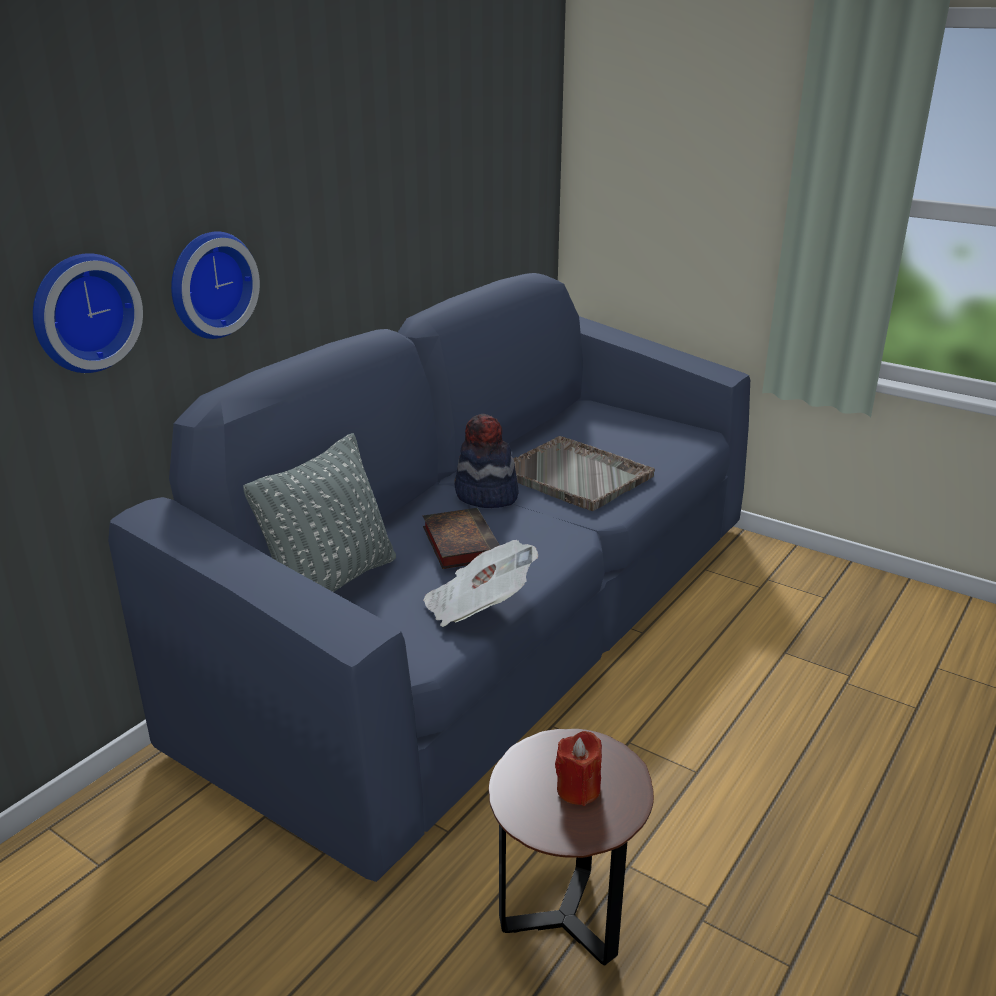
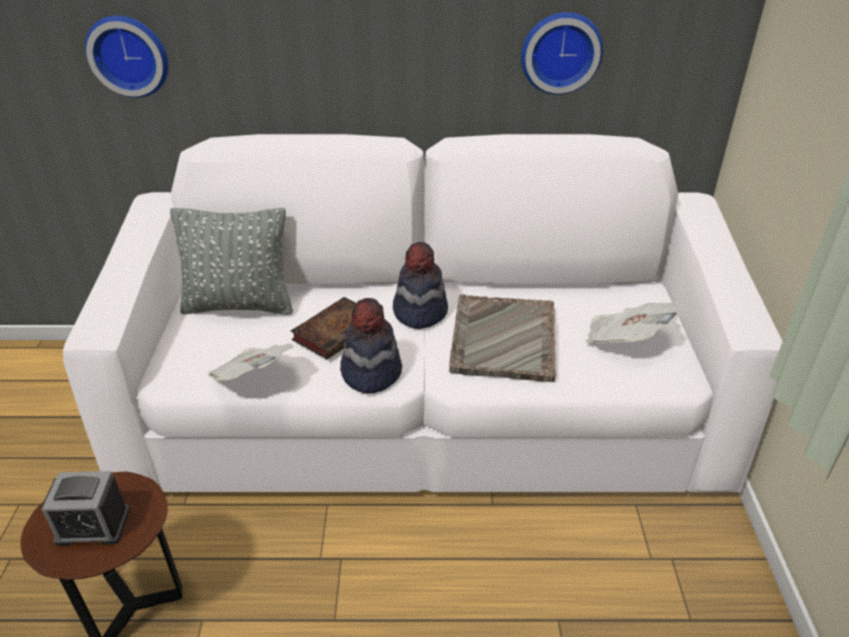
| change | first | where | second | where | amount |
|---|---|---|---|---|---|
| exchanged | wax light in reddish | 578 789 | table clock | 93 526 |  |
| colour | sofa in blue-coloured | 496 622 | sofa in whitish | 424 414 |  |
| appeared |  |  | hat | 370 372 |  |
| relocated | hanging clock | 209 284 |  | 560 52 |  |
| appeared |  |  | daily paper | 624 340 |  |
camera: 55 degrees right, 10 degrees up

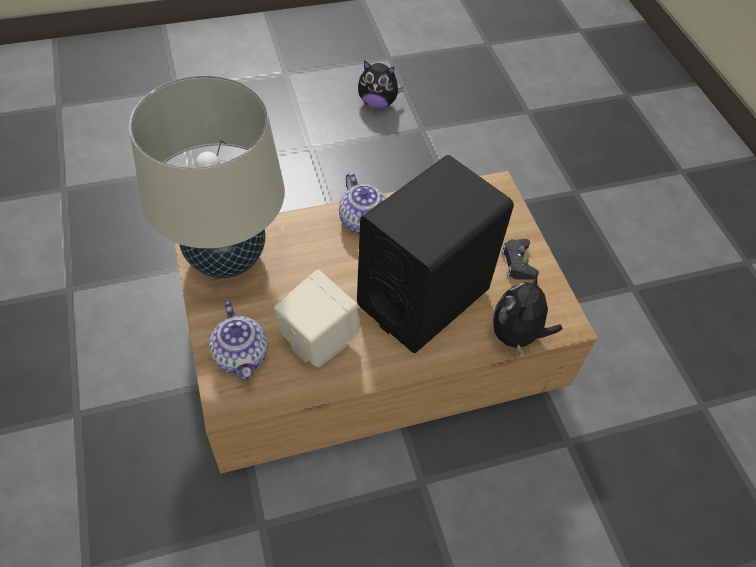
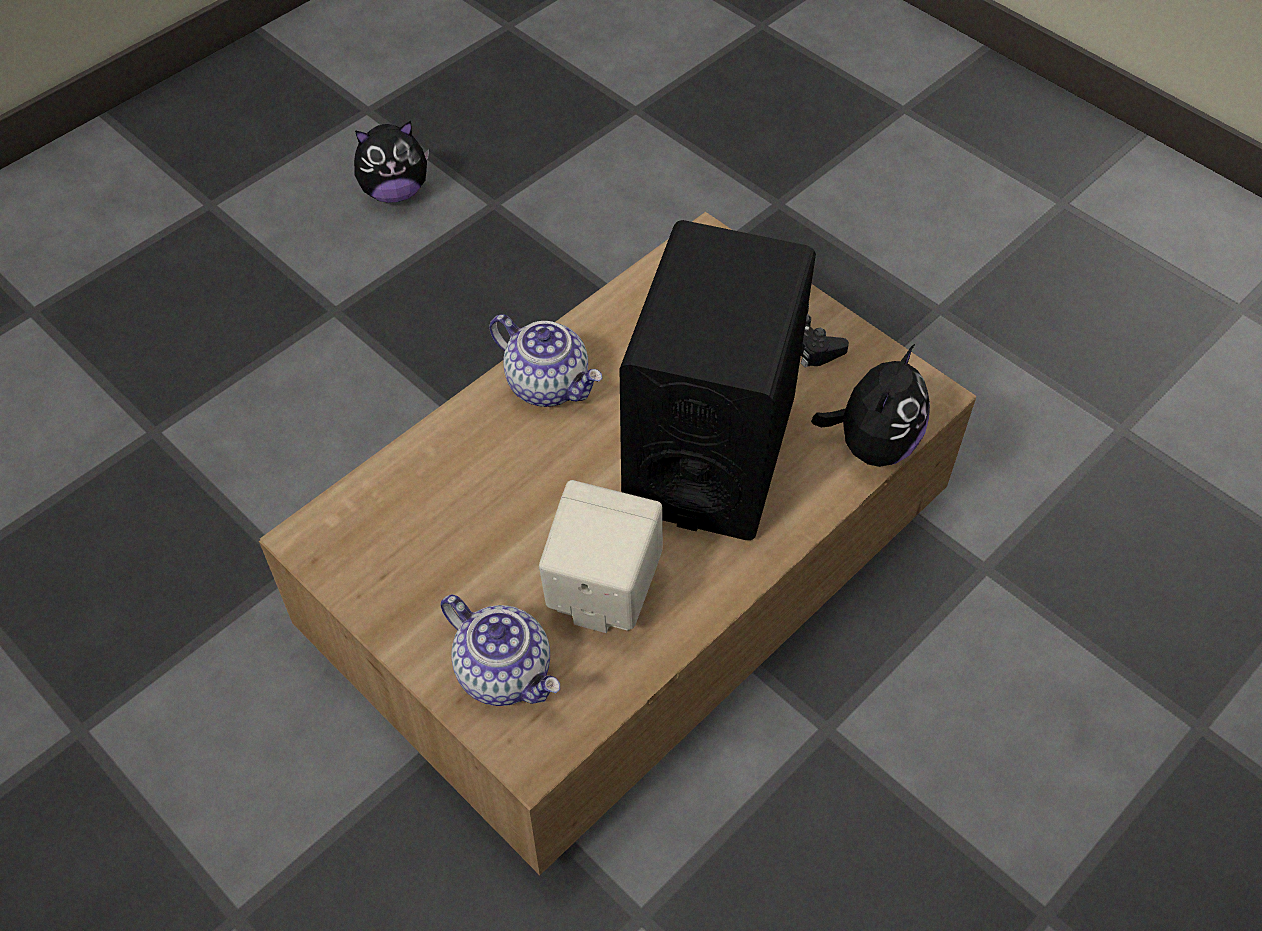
| change | first | where | second | where | amount |
|---|---|---|---|---|---|
| spun | soft toy | 517 335 |  | 872 444 | 150 degrees counterclockwise |
| missing | lamp for a table in beige-coloured | 226 257 |  |  |  |
camera: 25 degrees left, 0 degrees up

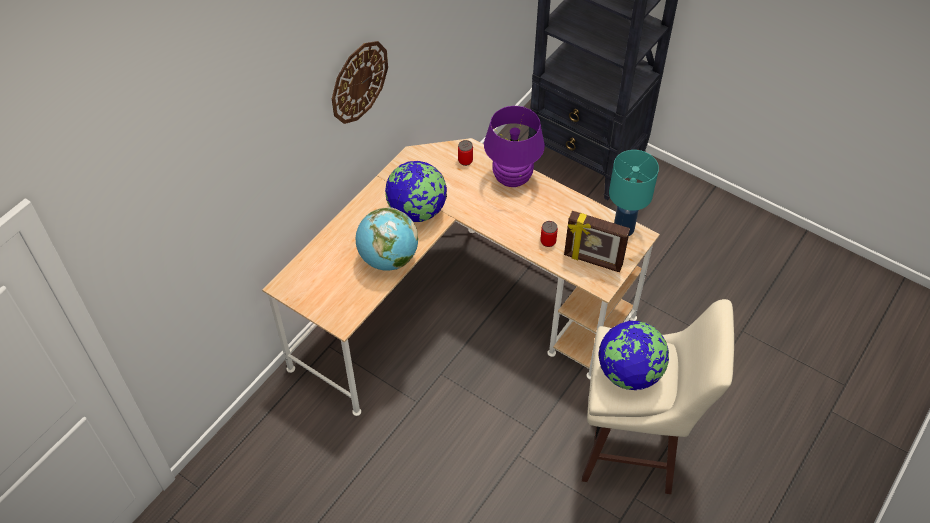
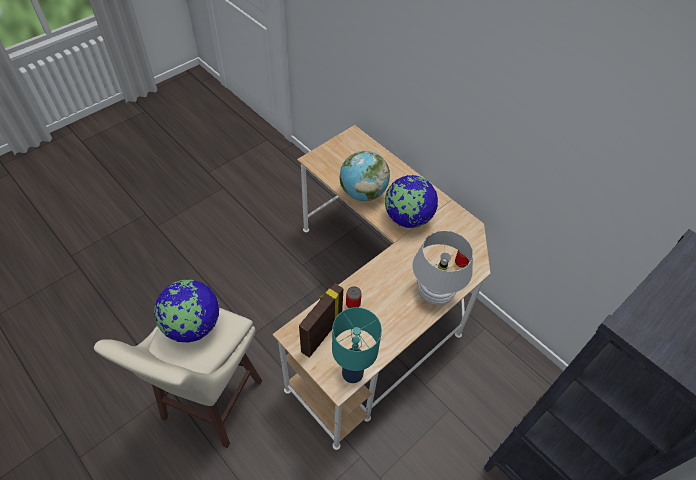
| change | first | where | second | where | amount |
|---|---|---|---|---|---|
| colour | lamp for a table in purple | 512 178 | lamp for a table in whitish | 434 293 |  |
| missing | hanging clock | 359 82 |  |  |  |
camera: 100 degrees right, 0 degrees up

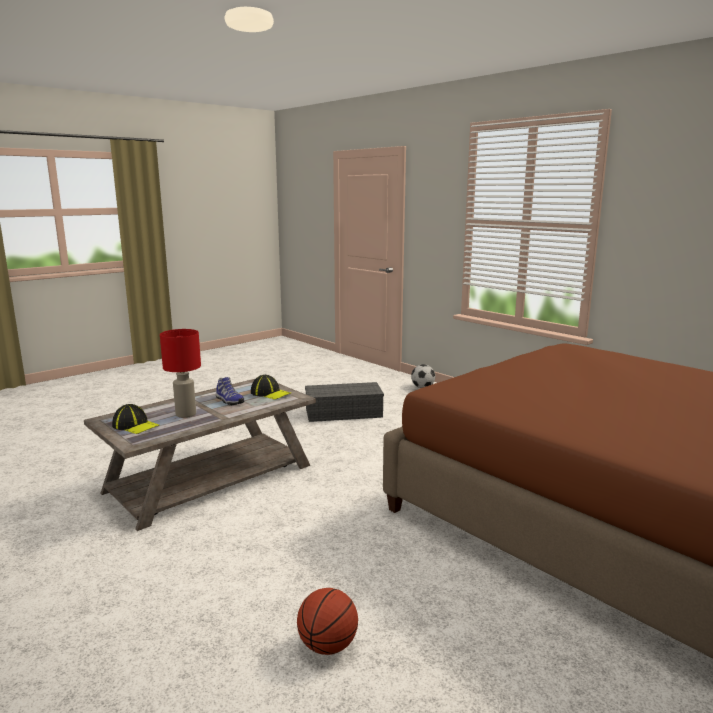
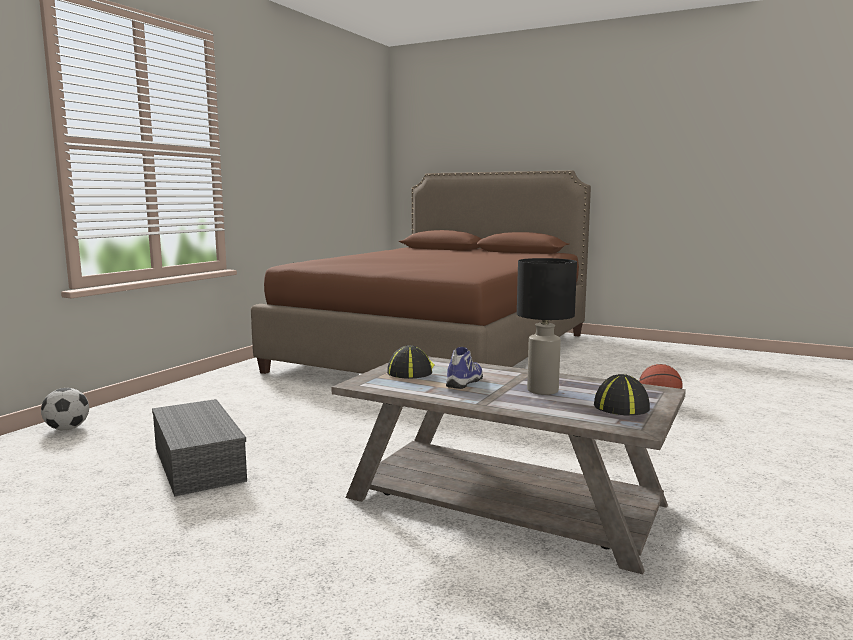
| change | first | where | second | where | amount |
|---|---|---|---|---|---|
| colour | lamp for a table in reddish | 186 414 | lamp for a table in black-coloured | 541 390 |  |
camera: 110 degrees left, 5 degrees down

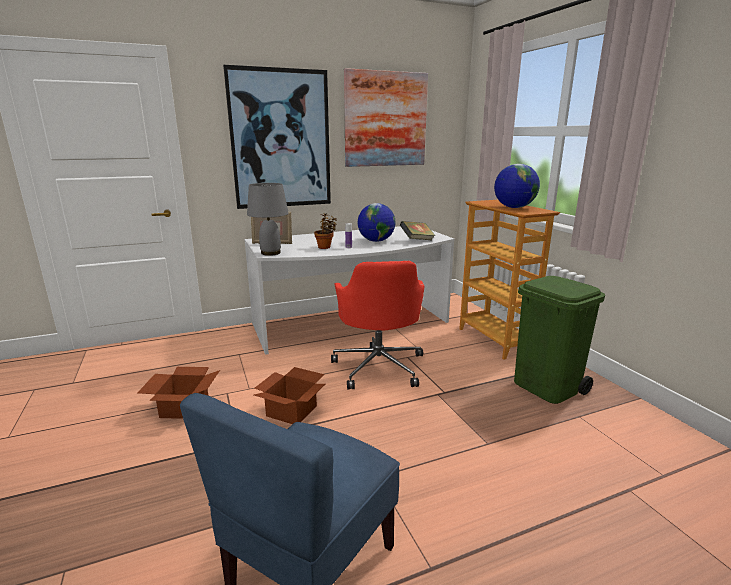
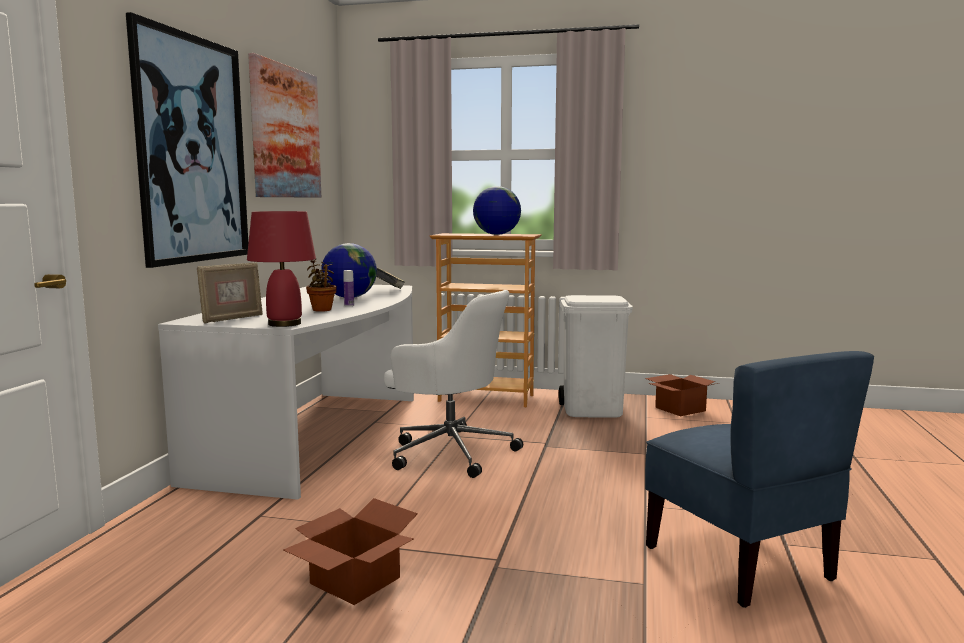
| change | first | where | second | where | amount |
|---|---|---|---|---|---|
| colour | lamp for a table in grey | 271 253 | lamp for a table in reddish | 285 324 |  |
| colour | computer chair in reddish | 379 366 | computer chair in whitish | 450 452 |  |
| colour | waste bin in greenish | 547 387 | waste bin in whitish | 593 410 |  |
| relocated | packing box | 293 410 |  | 680 409 |  |
camera: 55 degrees left, 10 degrees down

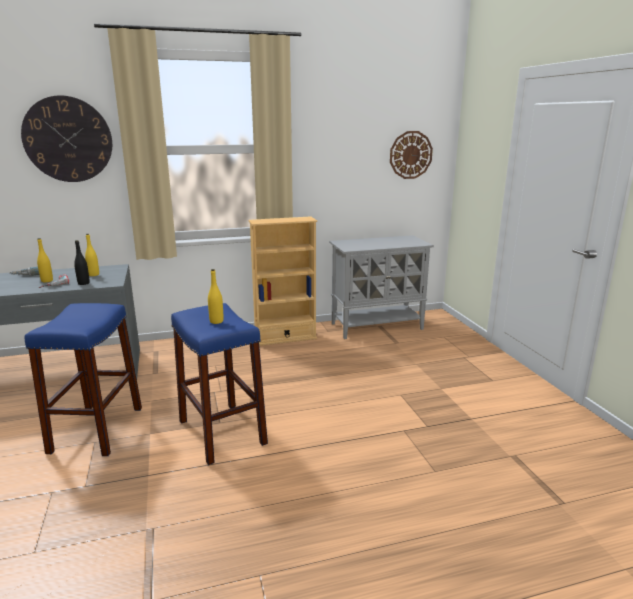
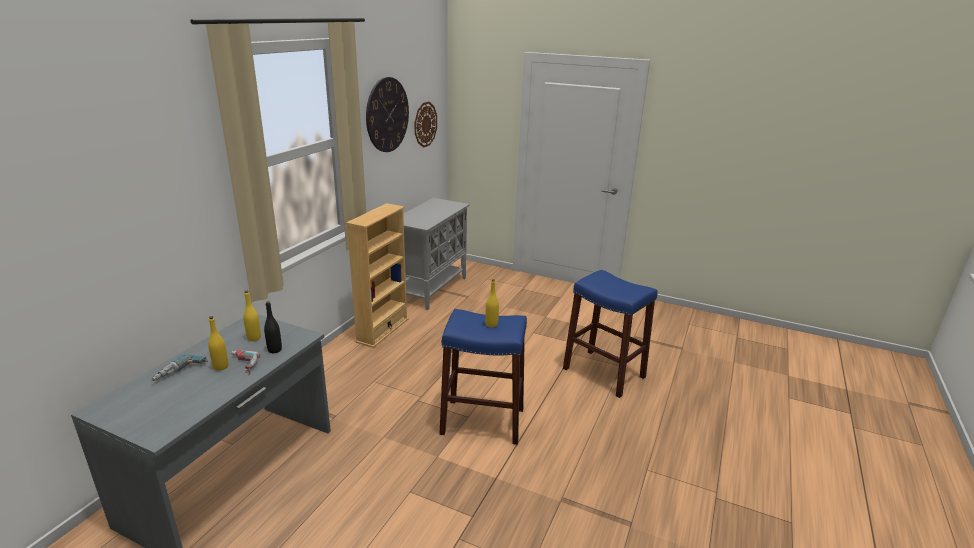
| change | first | where | second | where | amount |
|---|---|---|---|---|---|
| relocated | hanging clock | 68 139 |  | 387 115 |  |
| relocated | stool in blue-coloured | 97 429 |  | 604 373 |  |
camera: 50 degrees left, 5 degrees up

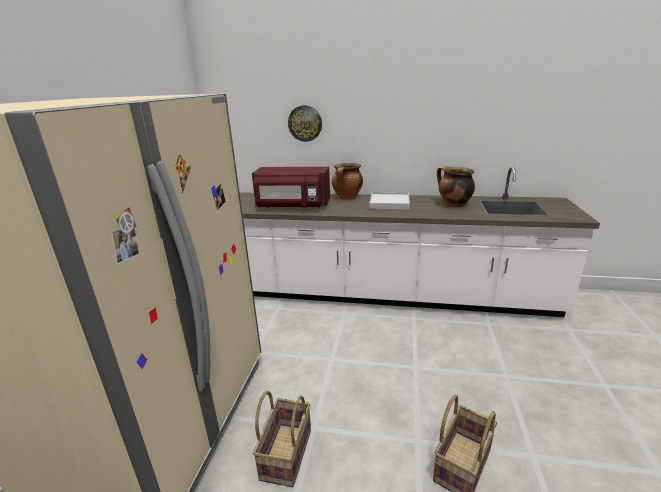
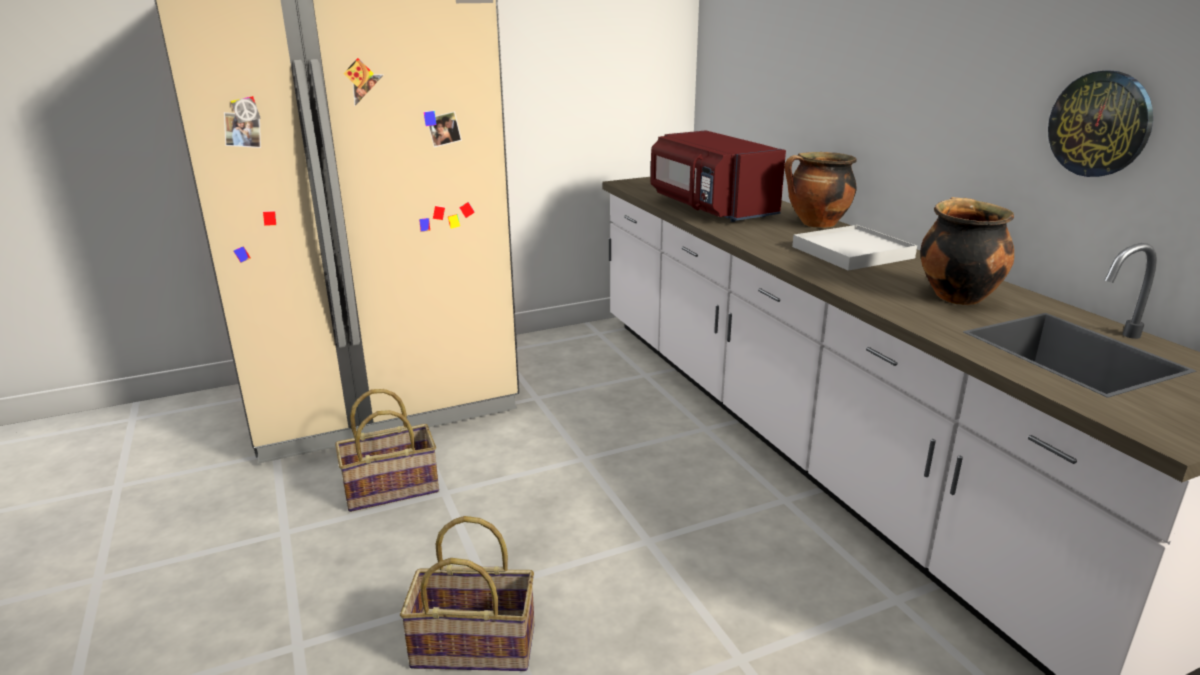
| change | first | where | second | where | amount |
|---|---|---|---|---|---|
| relocated | hanging clock | 305 123 |  | 1100 124 |  |
camera: 55 degrees right, 0 degrees up

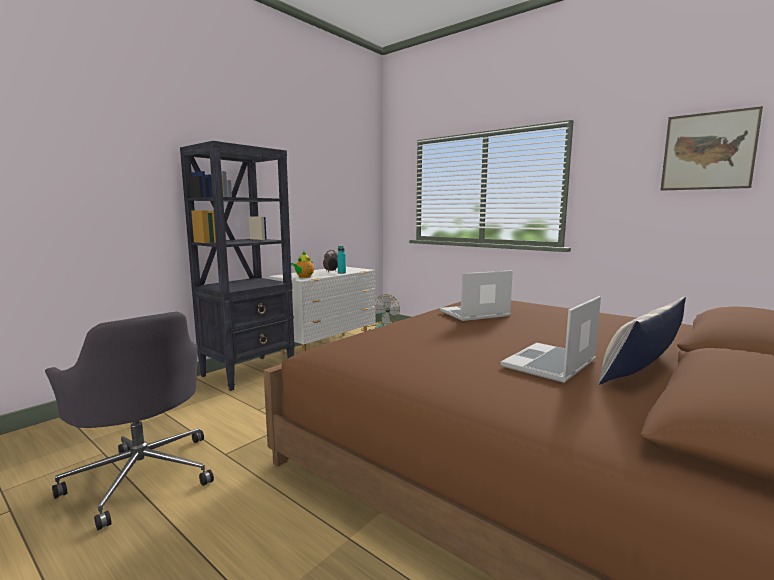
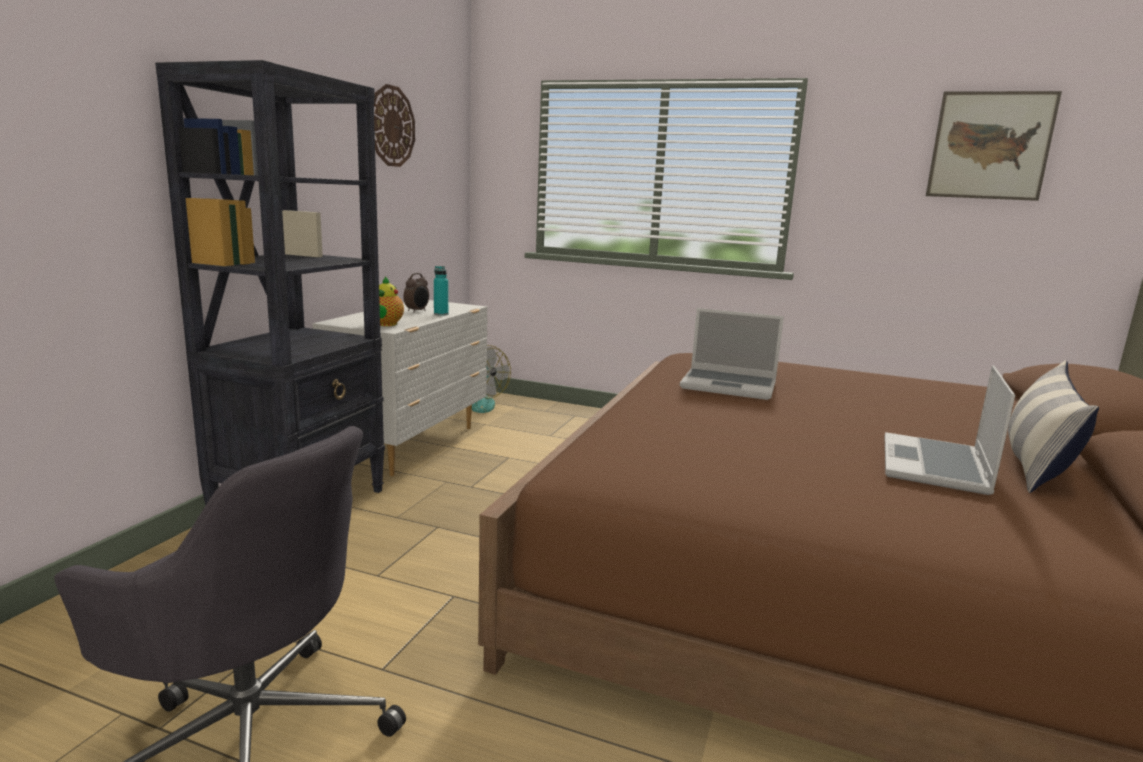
| change | first | where | second | where | amount |
|---|---|---|---|---|---|
| appeared |  |  | hanging clock | 391 126 |  |
| spun | laptop | 474 314 |  | 730 386 | 120 degrees counterclockwise |
camera: 20 degrees left, 5 degrees up

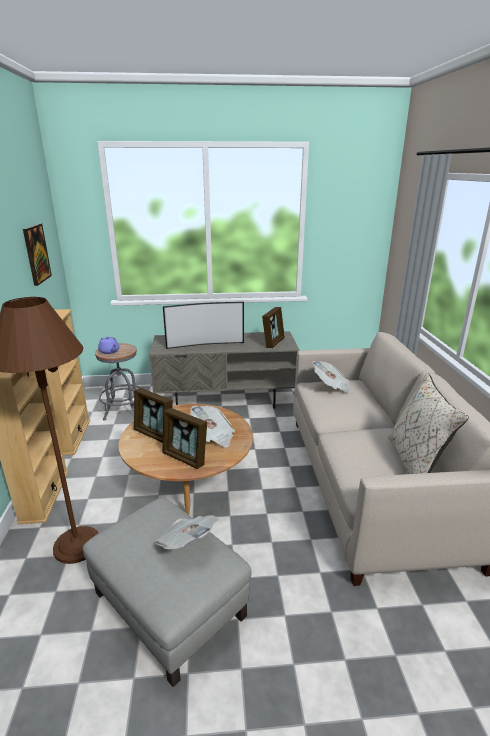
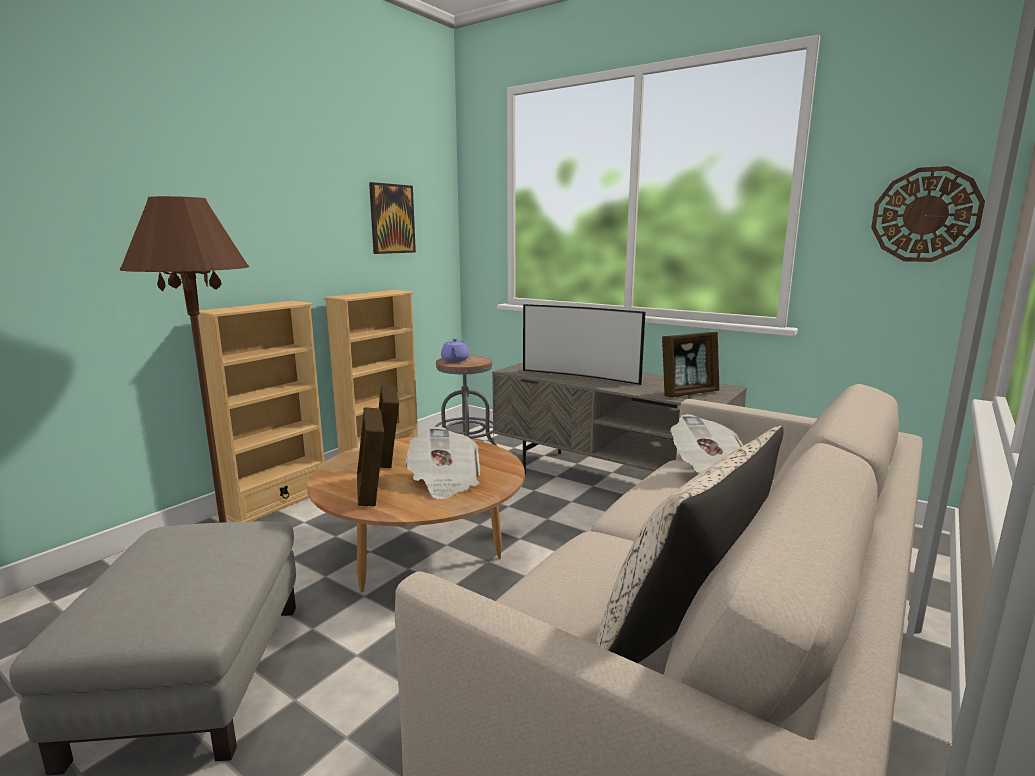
| change | first | where | second | where | amount |
|---|---|---|---|---|---|
| appeared |  |  | hanging clock | 925 215 |  |
| missing | daily paper | 187 542 |  |  |  |
camera: 40 degrees right, 10 degrees down

